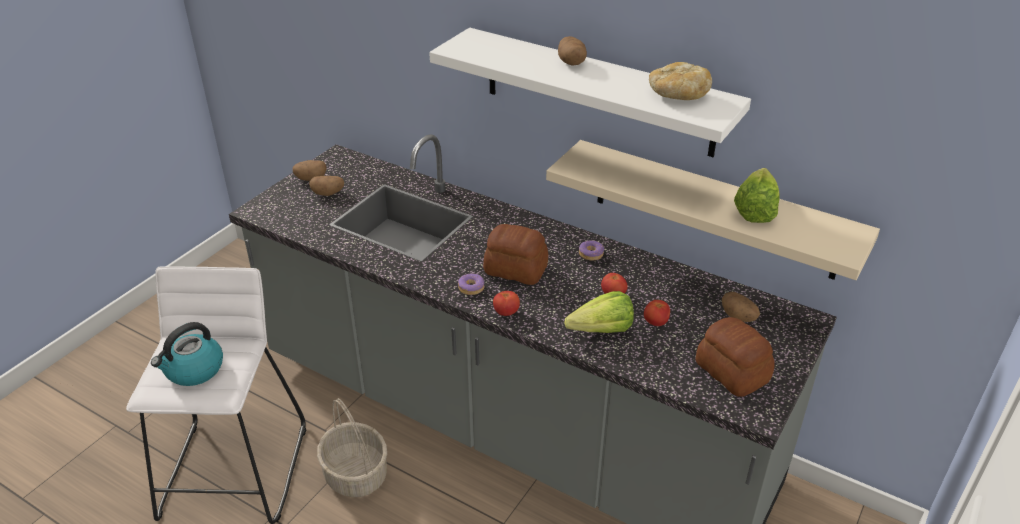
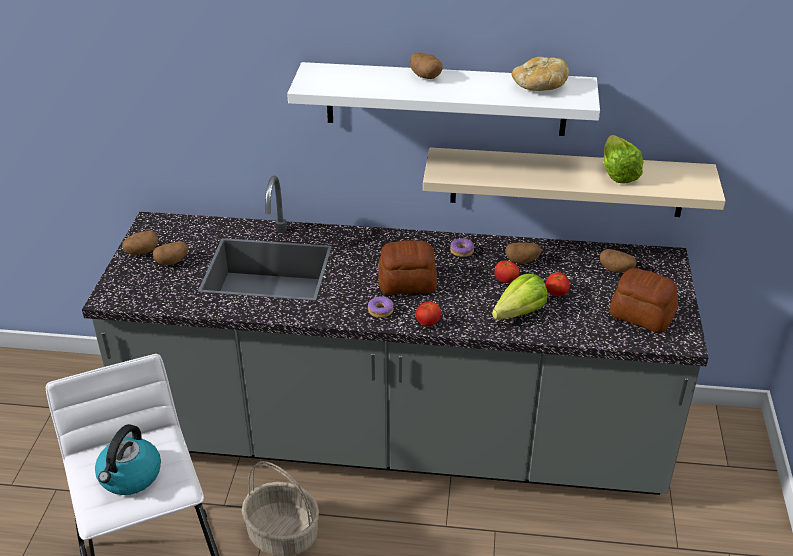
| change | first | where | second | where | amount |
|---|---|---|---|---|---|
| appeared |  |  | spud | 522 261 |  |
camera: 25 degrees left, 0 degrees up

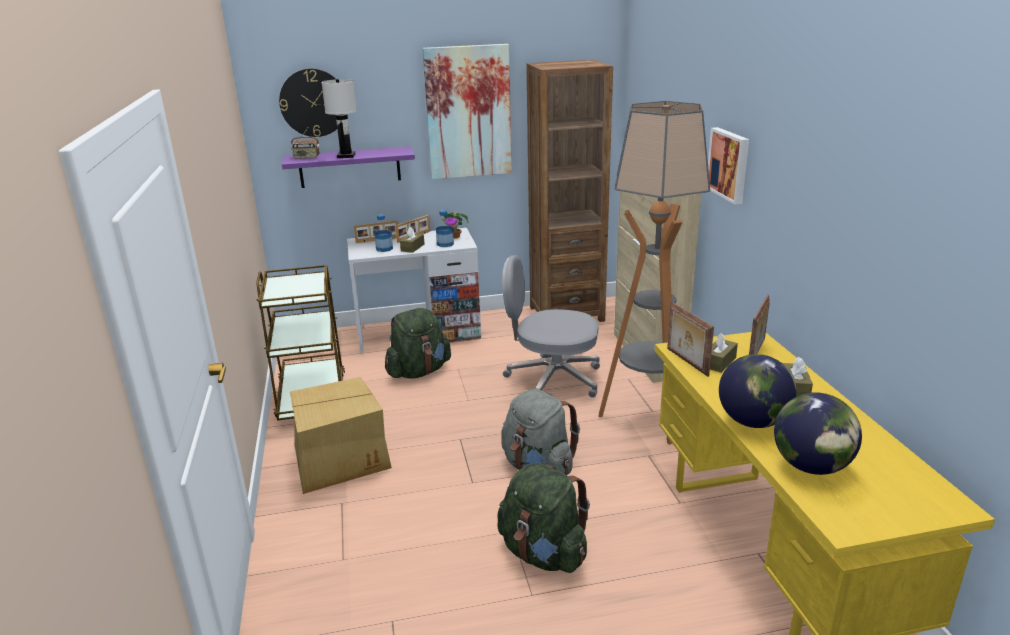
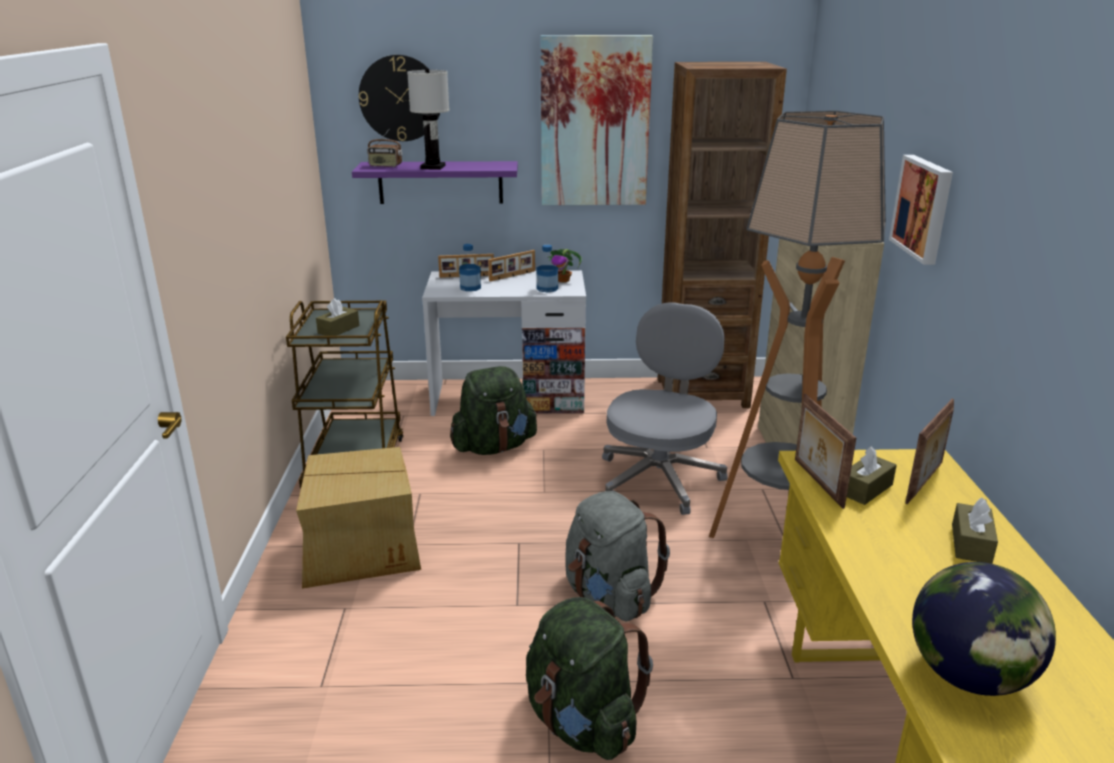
| change | first | where | second | where | amount |
|---|---|---|---|---|---|
| relocated | box of tissues in brown-coloured | 412 247 |  | 338 329 |  |
| spun | computer chair in grey | 552 379 |  | 660 477 | 90 degrees clockwise |
| missing | desk globe | 753 421 |  |  |  |
camera: 10 degrees right, 0 degrees up

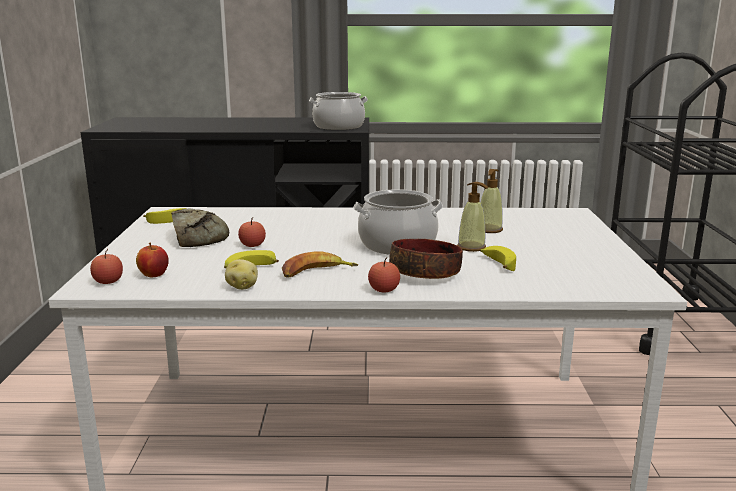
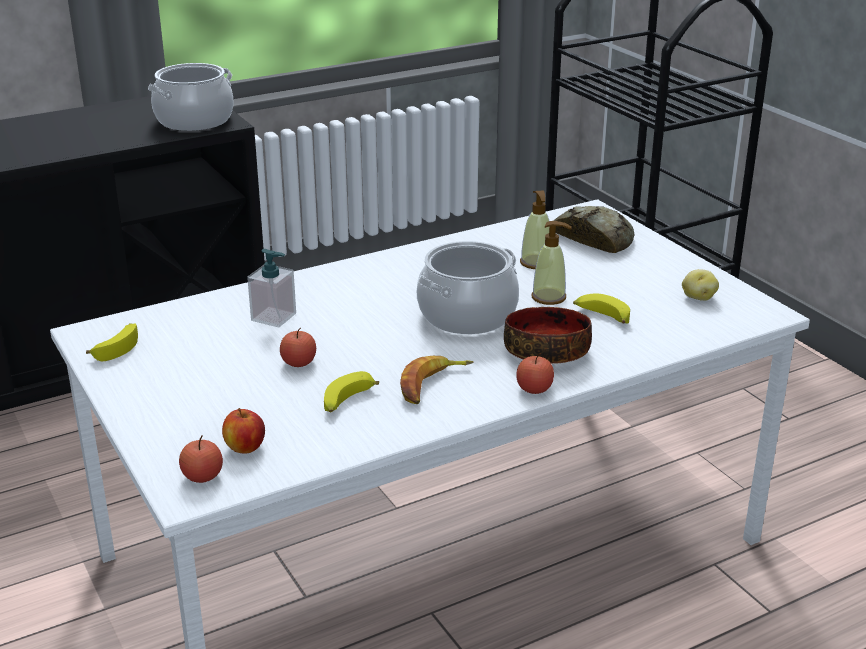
| change | first | where | second | where | amount |
|---|---|---|---|---|---|
| appeared |  |  | soap dispenser | 274 317 |  |
| relocated | baked bread | 198 237 |  | 595 238 |  |
| relocated | spud | 242 287 |  | 698 297 |  |
camera: 30 degrees left, 10 degrees up

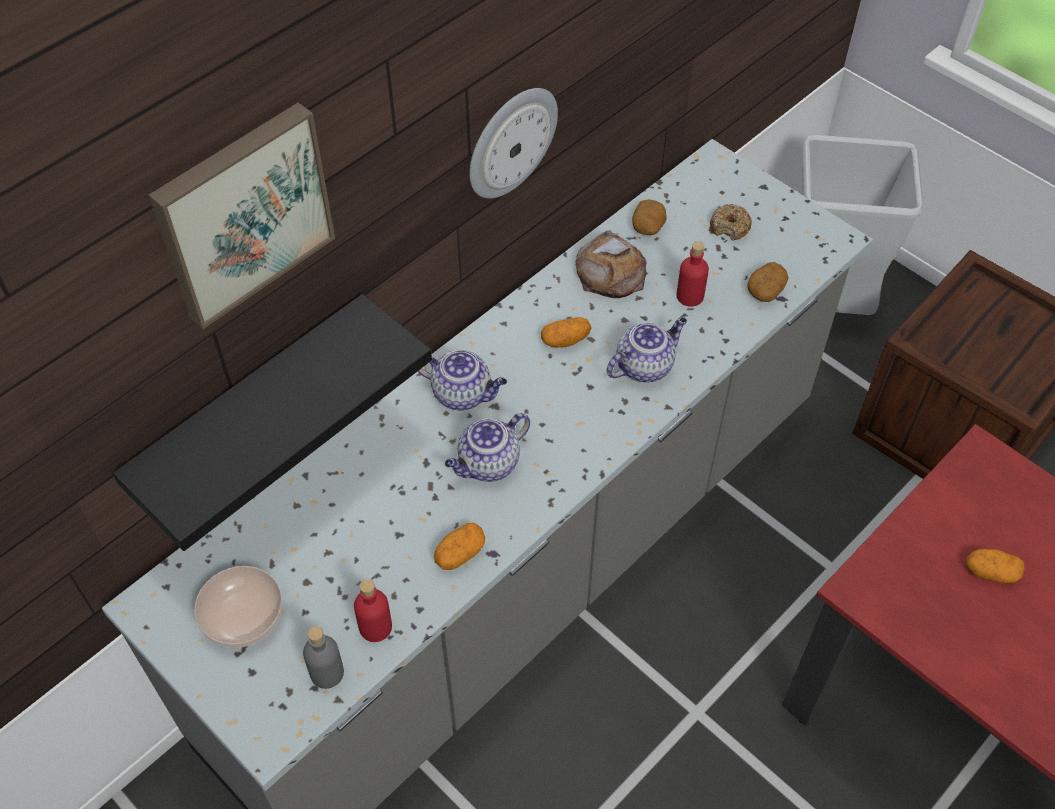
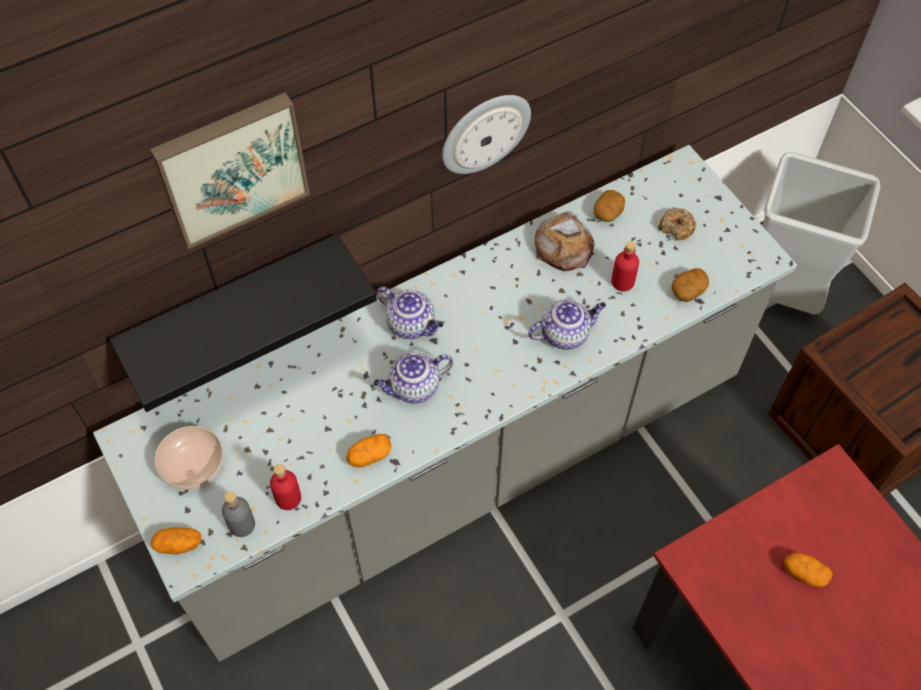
| change | first | where | second | where | amount |
|---|---|---|---|---|---|
| relocated | spud | 565 340 |  | 179 545 |  |
camera: 15 degrees right, 5 degrees up

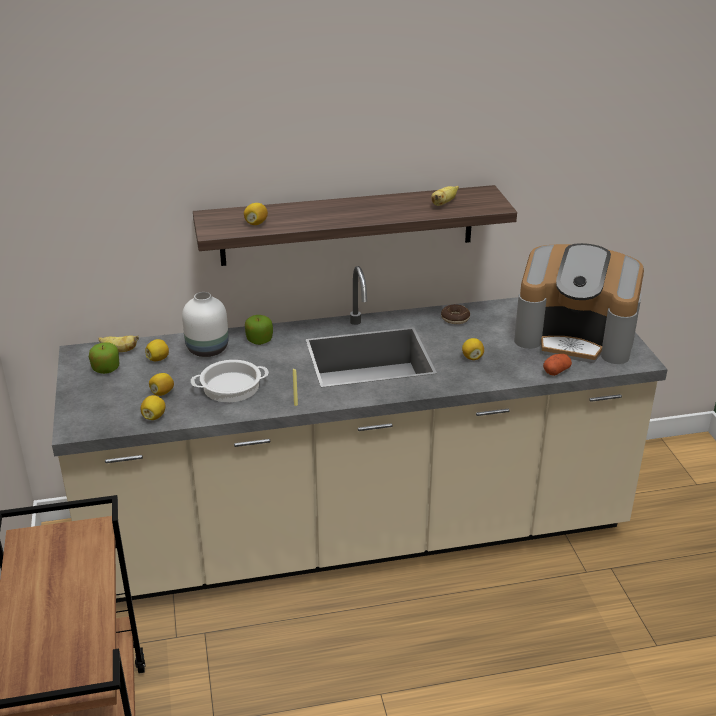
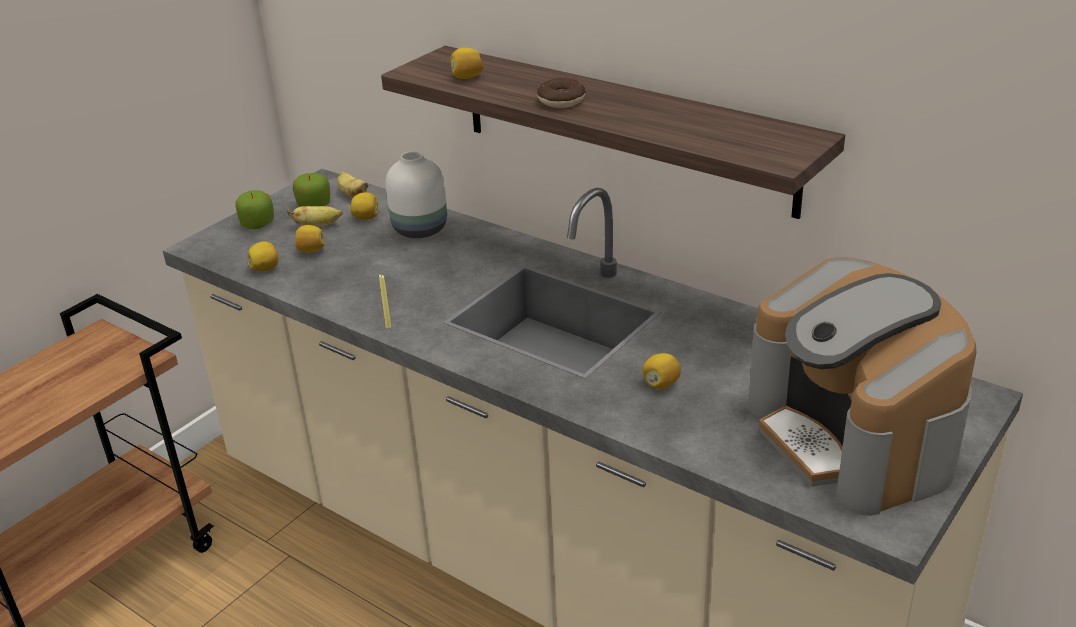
| change | first | where | second | where | amount |
|---|---|---|---|---|---|
| relocated | apple fruit | 259 340 |  | 258 224 |  |
| relocated | banana fruit | 443 203 |  | 318 225 |  |
| relocated | donut | 455 318 |  | 561 101 |  |
| missing | stockpot | 231 386 |  |  |  |
| missing | spud | 556 371 |  |  |  |
camera: 50 degrees right, 0 degrees up

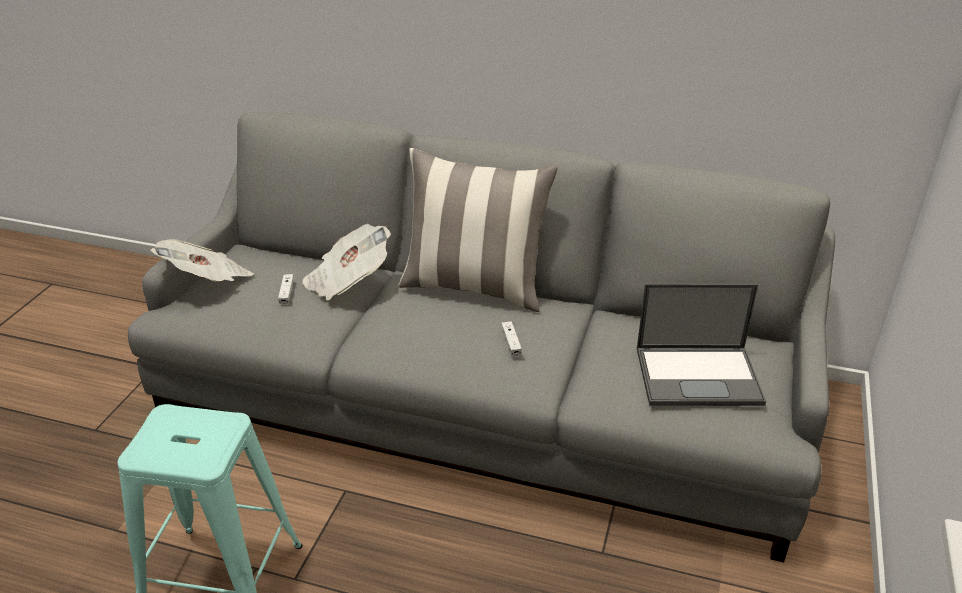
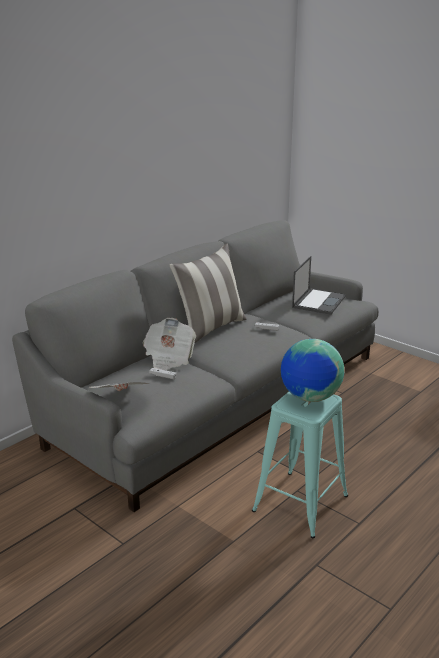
| change | first | where | second | where | amount |
|---|---|---|---|---|---|
| appeared |  |  | desk globe | 310 397 |  |
camera: 65 degrees left, 10 degrees down

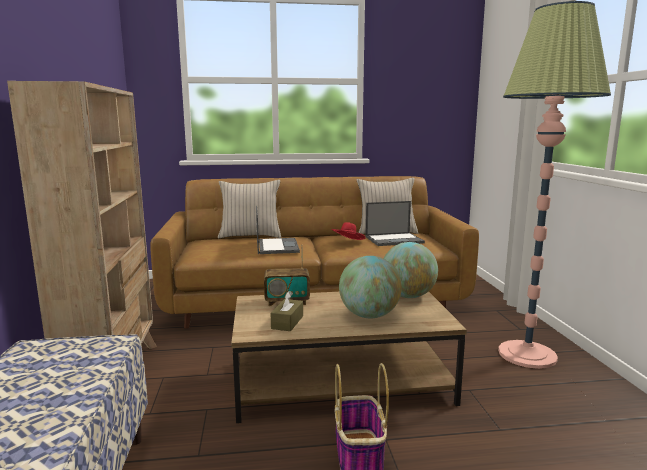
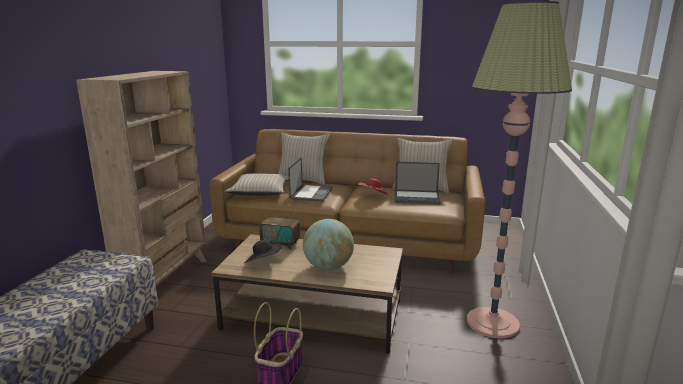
| change | first | where | second | where | amount |
|---|---|---|---|---|---|
| appeared |  |  | cushion in beige-coloured | 260 192 |  |
| exchanged | box of tissues in brown-coloured | 287 322 | hat in black-coloured | 263 262 |  |
| missing | desk globe | 408 296 |  |  |  |
camera: 20 degrees right, 5 degrees up

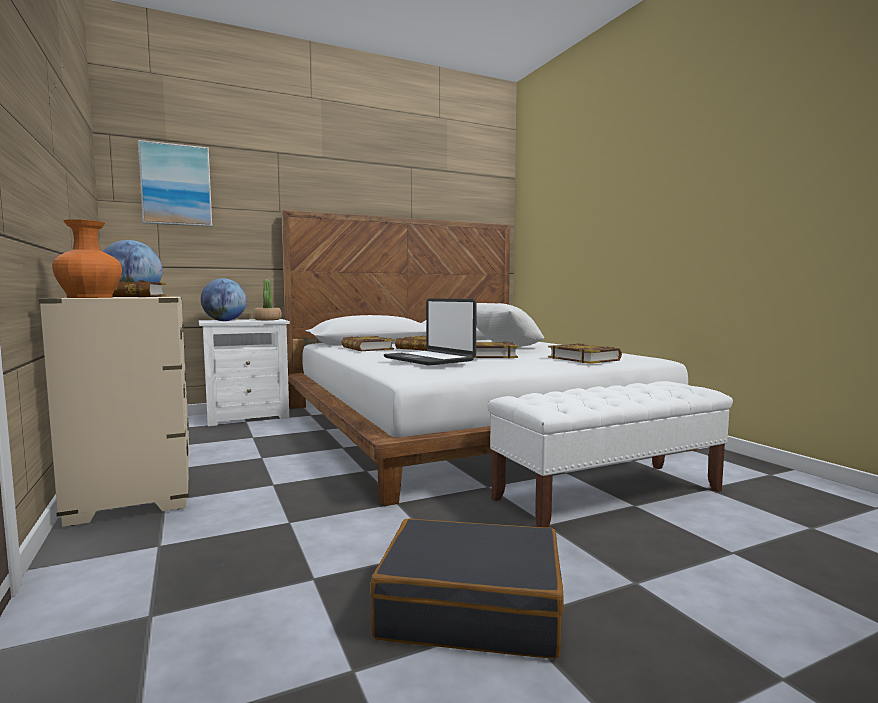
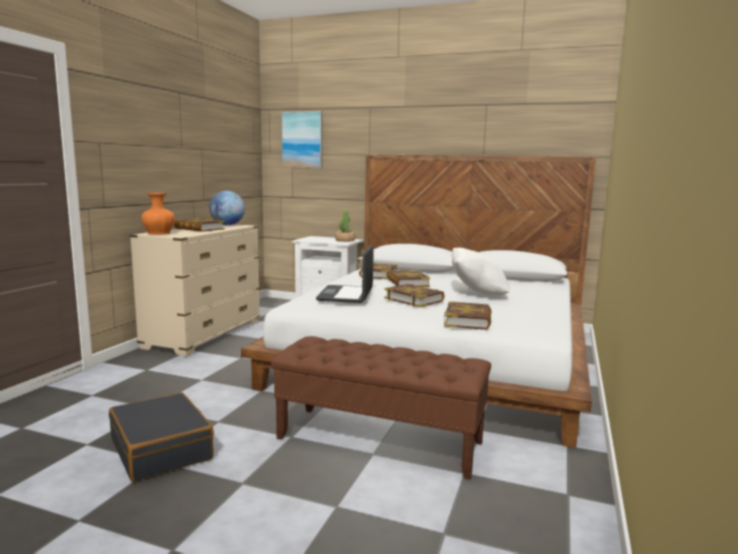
| change | first | where | second | where | amount |
|---|---|---|---|---|---|
| colour | indoor bench in whitish | 609 494 | indoor bench in brown-coloured | 380 440 |  |
| missing | desk globe | 224 321 |  |  |  |
camera: 45 degrees right, 5 degrees up

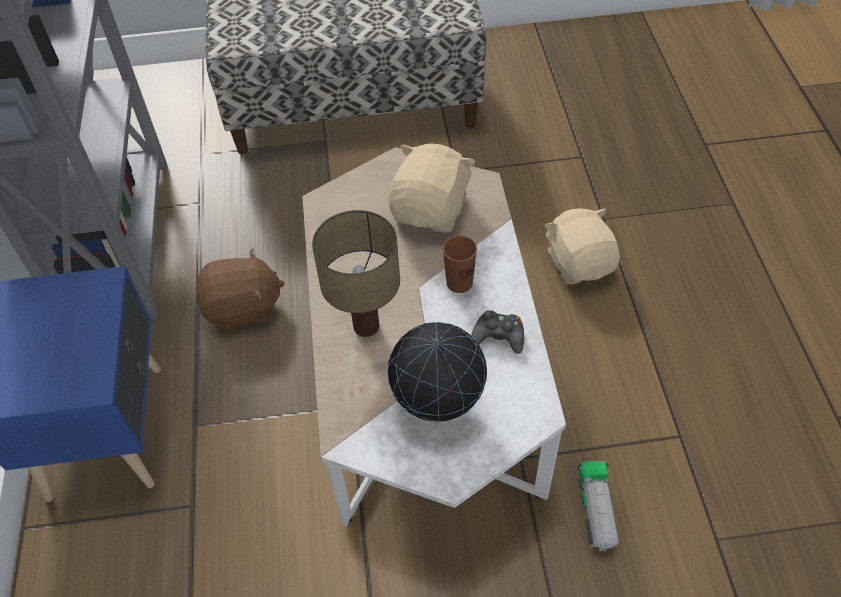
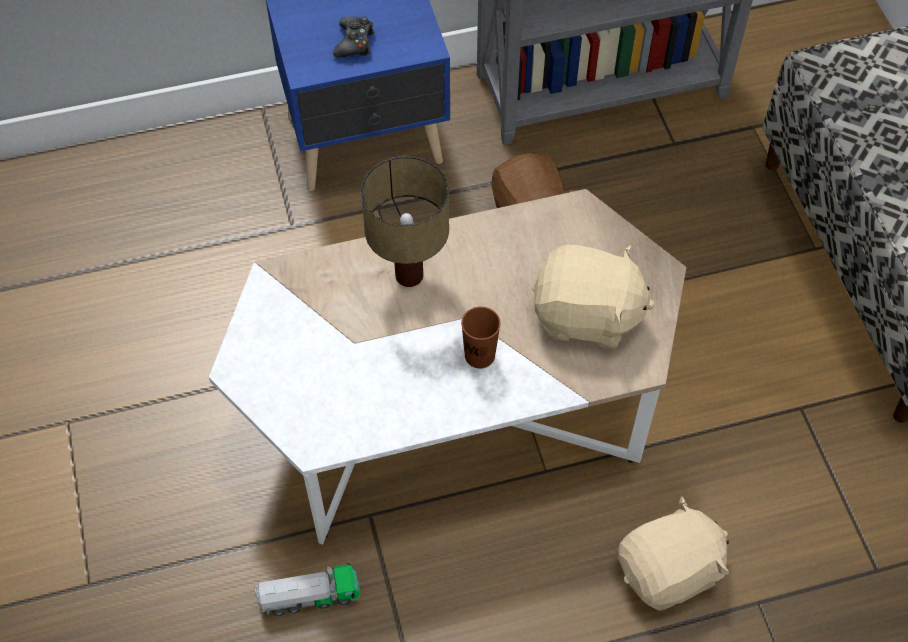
| change | first | where | second | where | amount |
|---|---|---|---|---|---|
| relocated | game controller in black-coloured | 498 336 |  | 354 43 |  |
| missing | desk globe | 437 404 |  |  |  |
camera: 80 degrees right, 5 degrees up

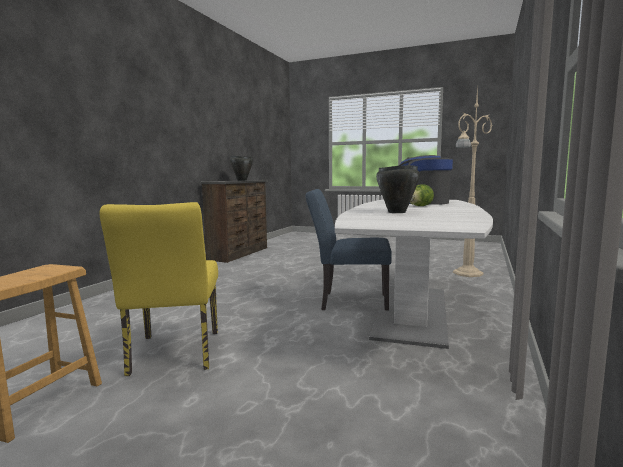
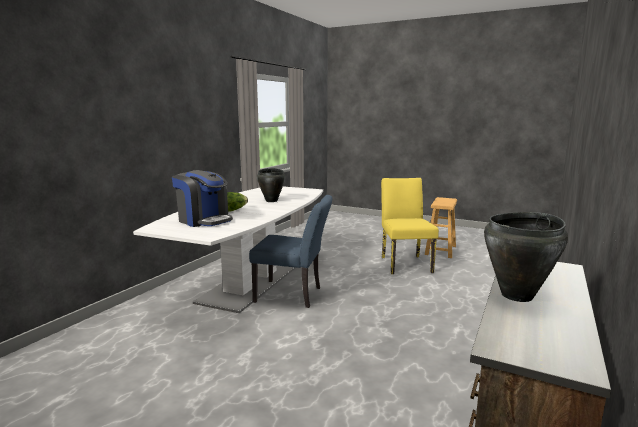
| change | first | where | second | where | amount |
|---|---|---|---|---|---|
| missing | floor lamp in beige-coloured | 466 273 |  |  |  |
camera: 175 degrees left, 5 degrees up

